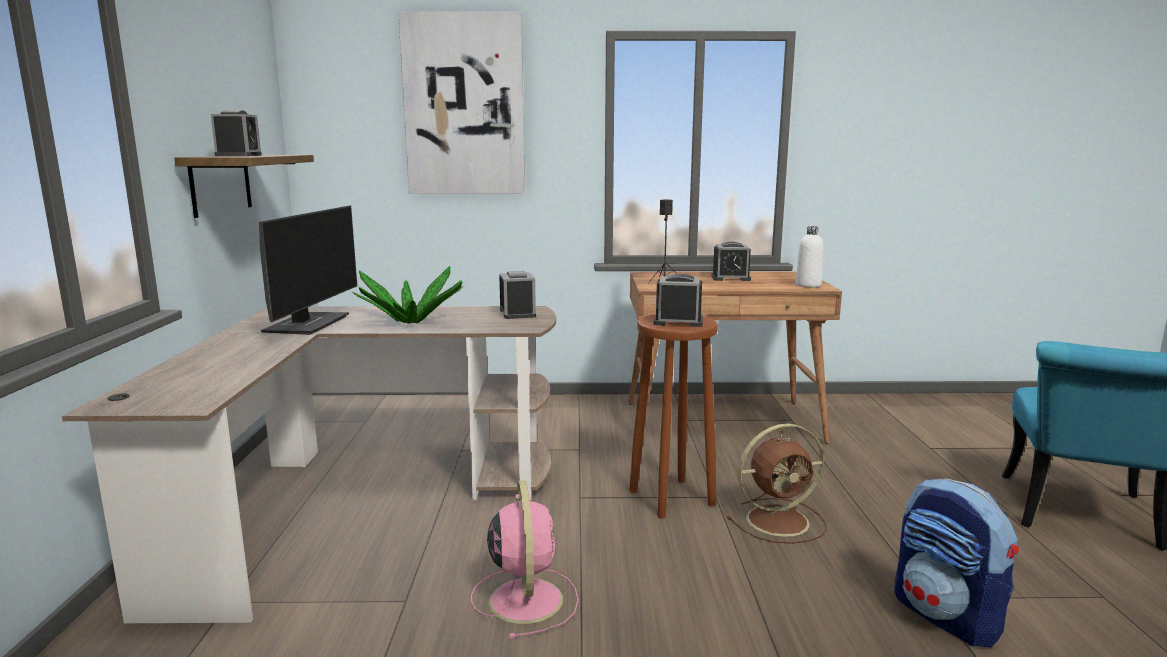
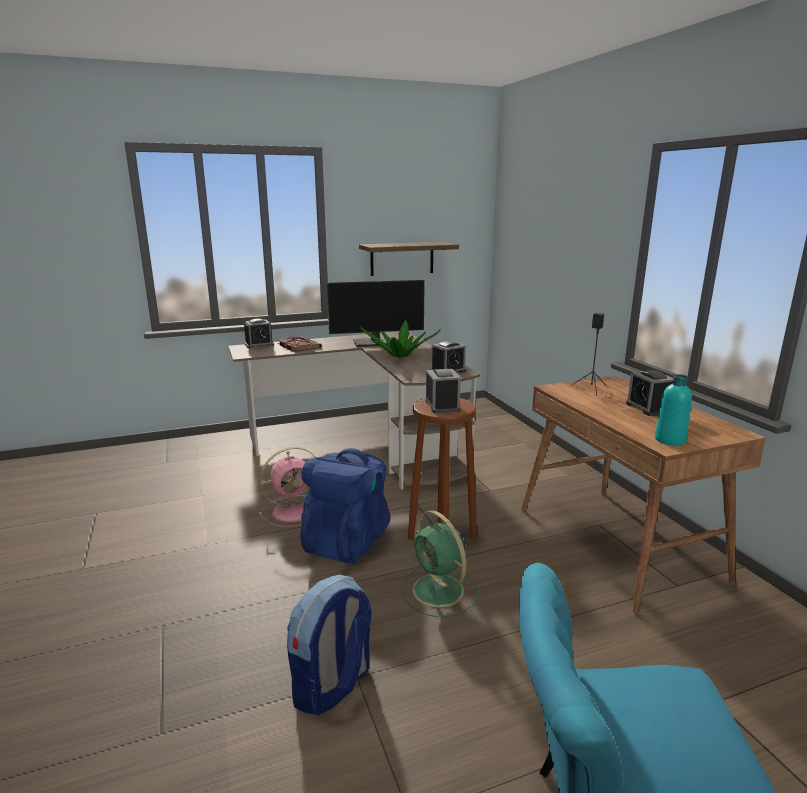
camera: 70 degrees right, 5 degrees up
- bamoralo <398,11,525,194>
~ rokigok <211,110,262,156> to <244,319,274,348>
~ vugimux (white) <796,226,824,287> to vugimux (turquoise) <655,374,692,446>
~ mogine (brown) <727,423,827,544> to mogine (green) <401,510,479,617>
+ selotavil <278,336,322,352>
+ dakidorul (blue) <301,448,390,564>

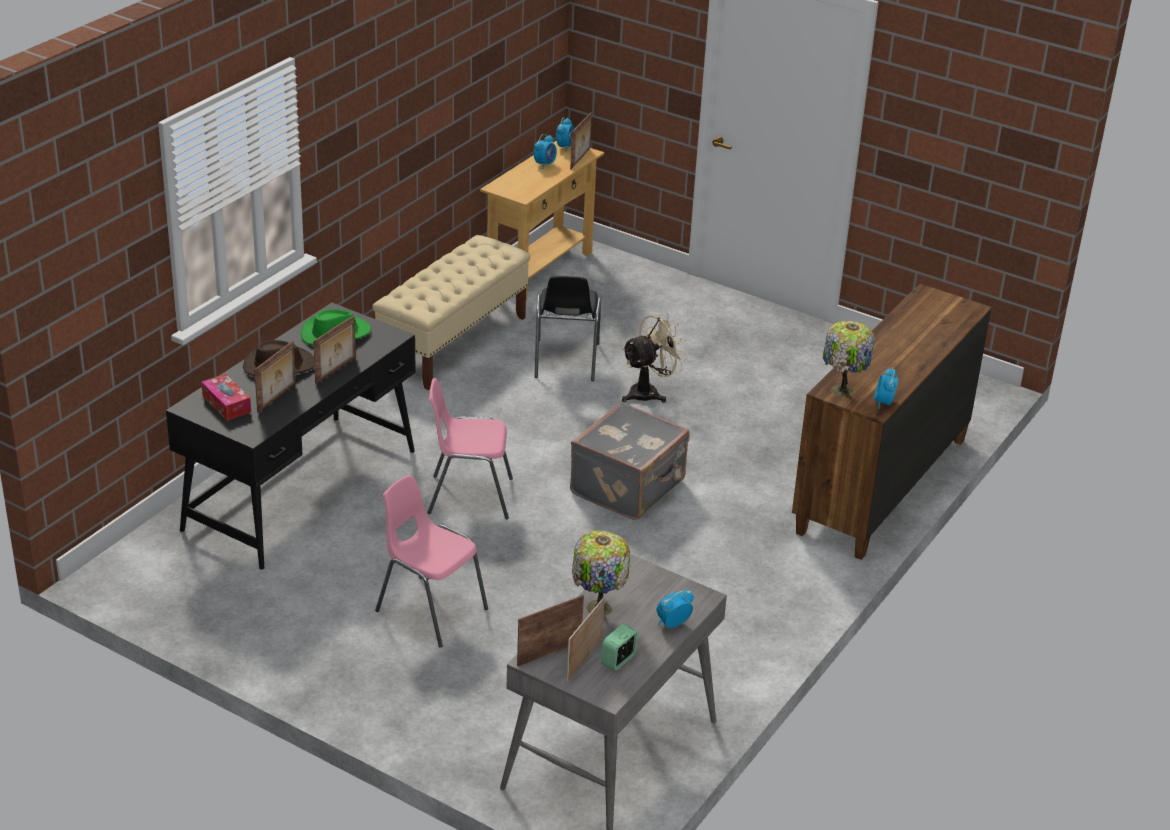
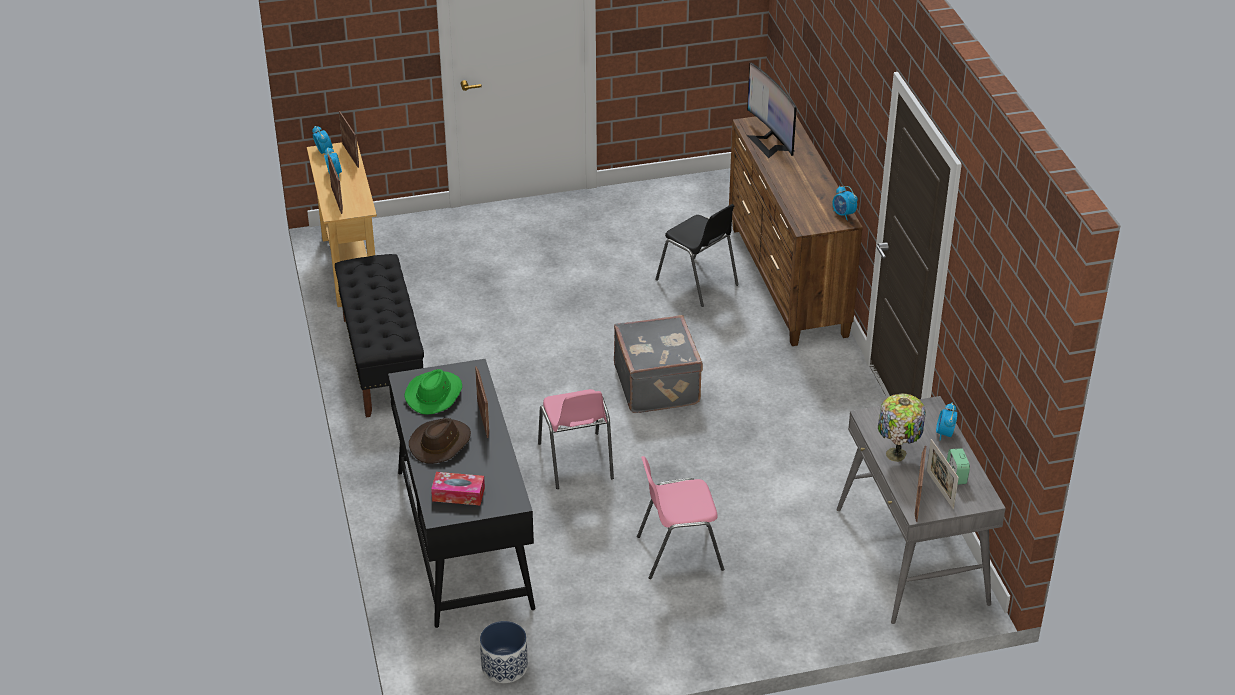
camera: 45 degrees left, 5 degrees up
~ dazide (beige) <372,235,531,390> to dazide (black) <335,254,424,417>
~ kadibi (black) <535,276,601,381> to <655,204,739,307>
- mogine (beige) <622,313,688,403>
- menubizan <823,321,875,397>
~ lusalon <254,341,296,413> to <328,154,343,214>
~ kadibi (pink) <427,378,513,519> = <538,389,614,489> 60 degrees counterclockwise
+ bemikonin <747,63,797,158>
+ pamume <480,621,528,683>

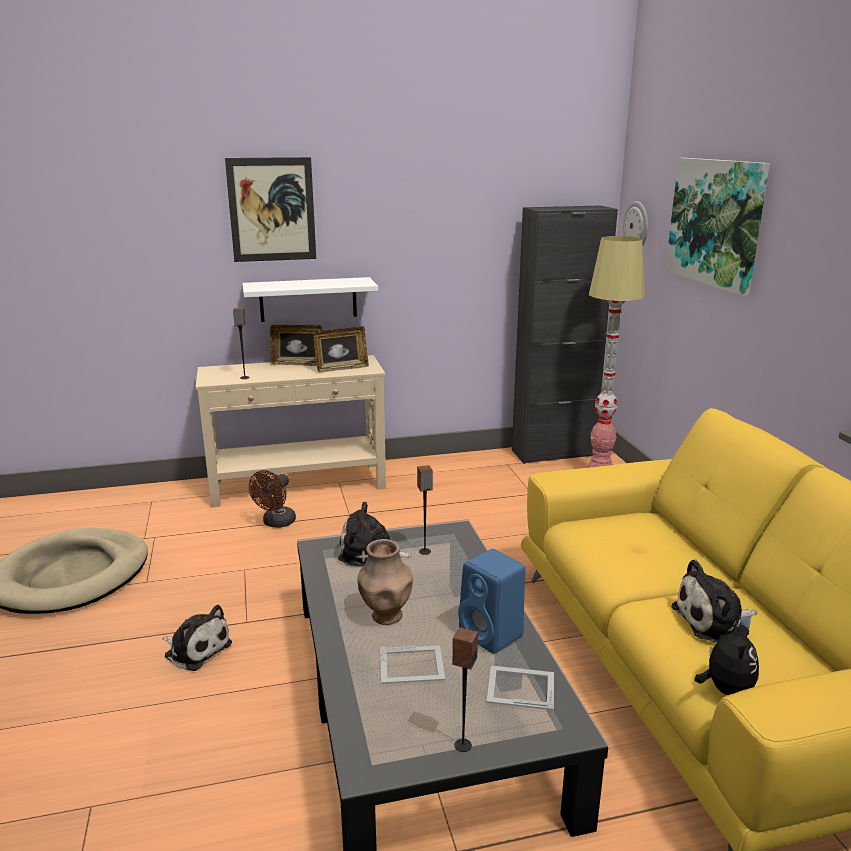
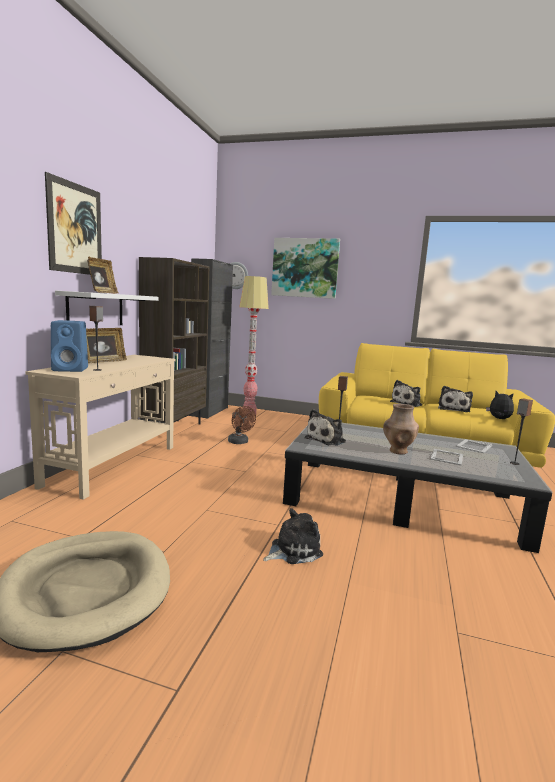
camera: 60 degrees left, 10 degrees down
~ lusalon <313,326,369,372> to <87,257,118,294>
~ mogine (brown) <249,470,296,528> to <228,406,256,444>
~ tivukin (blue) <458,549,526,654> to <51,320,88,372>
+ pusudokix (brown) <139,257,209,425>
+ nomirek <390,380,423,407>

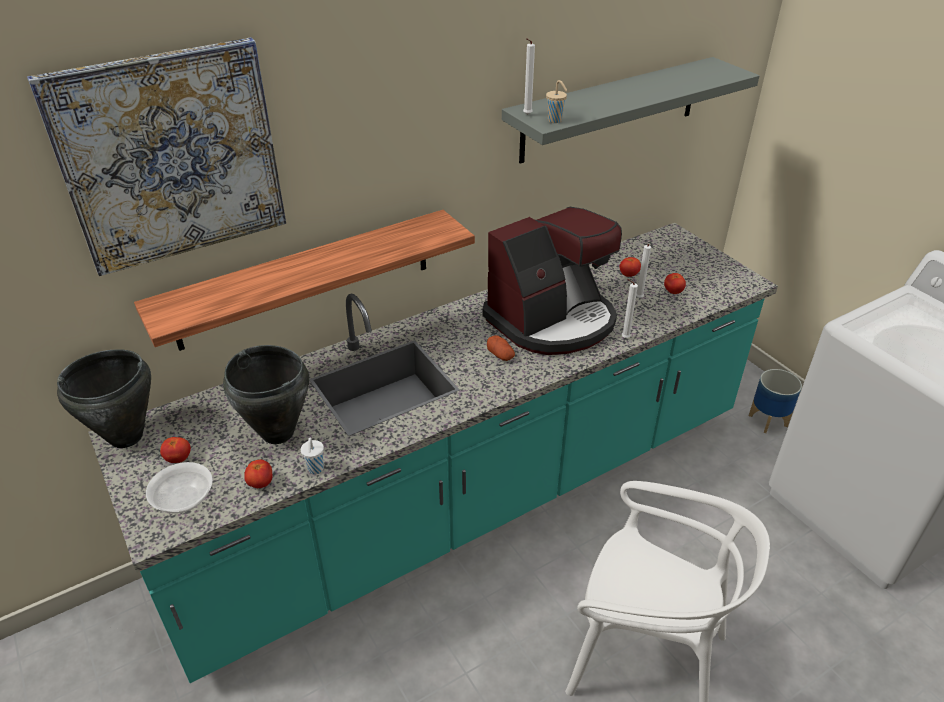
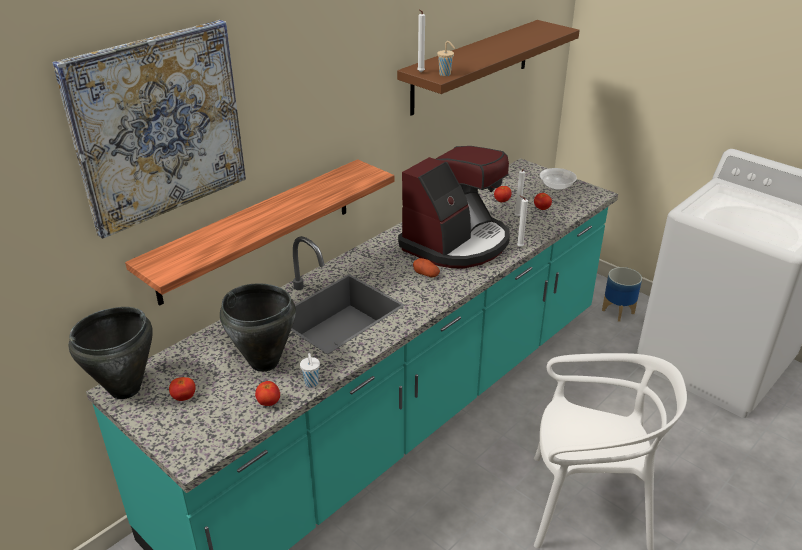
camera: 15 degrees left, 5 degrees down
~ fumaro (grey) <502,57,759,164> to fumaro (brown) <397,20,580,116>
~ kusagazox <146,462,213,514> to <539,168,577,190>

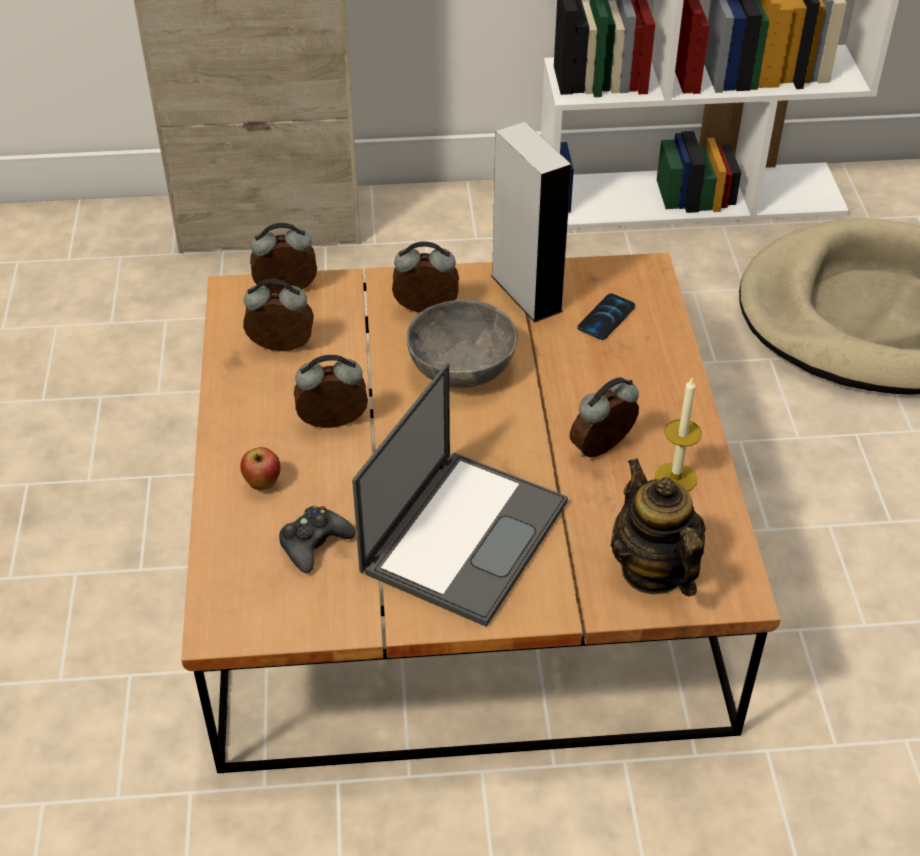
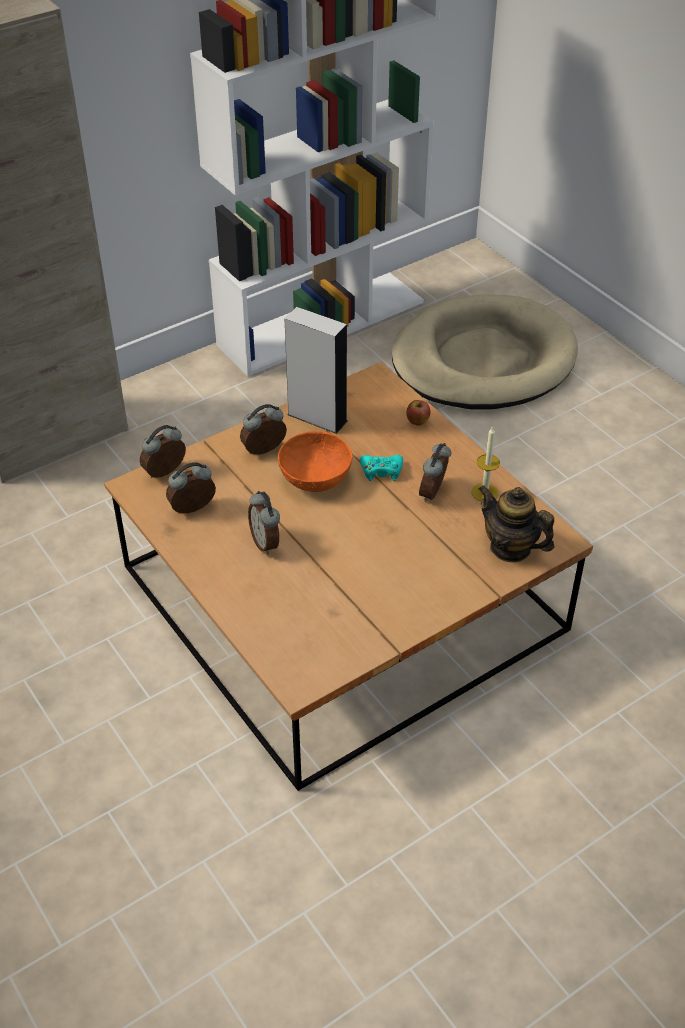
camera: 30 degrees left, 0 degrees up
- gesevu <577,293,635,340>
~ kusagazox (grey) <407,300,518,388> to kusagazox (orange) <278,431,353,492>
~ rokigok <294,355,368,428> = <248,491,280,555> 75 degrees counterclockwise
- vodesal <352,363,568,627>
~ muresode <240,447,281,490> to <406,400,430,426>
- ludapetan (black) <279,506,356,574>
+ ludapetan (turquoise) <360,455,403,481>

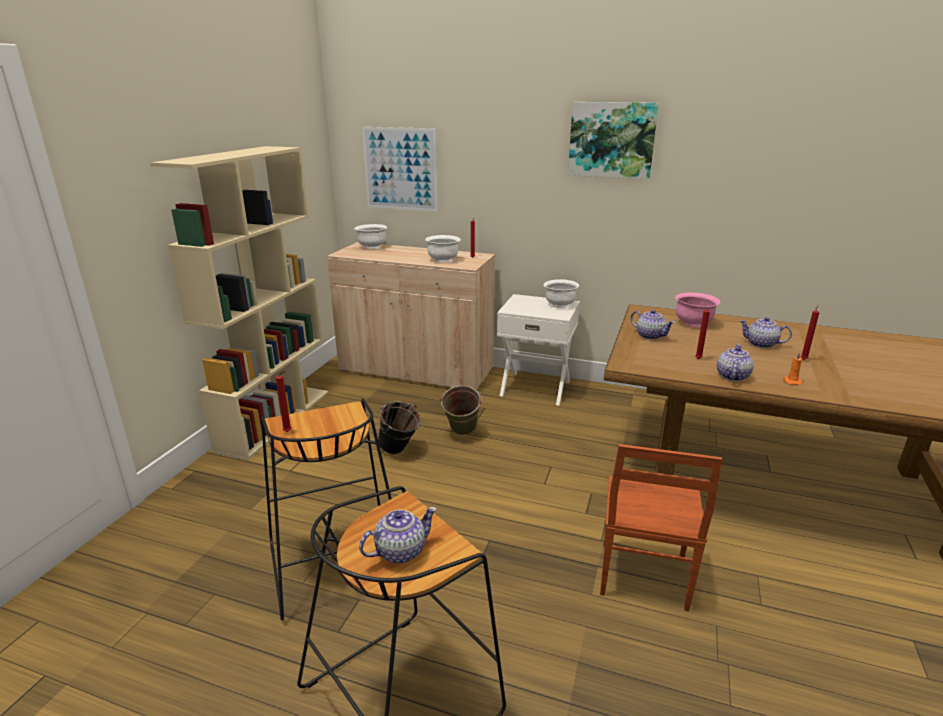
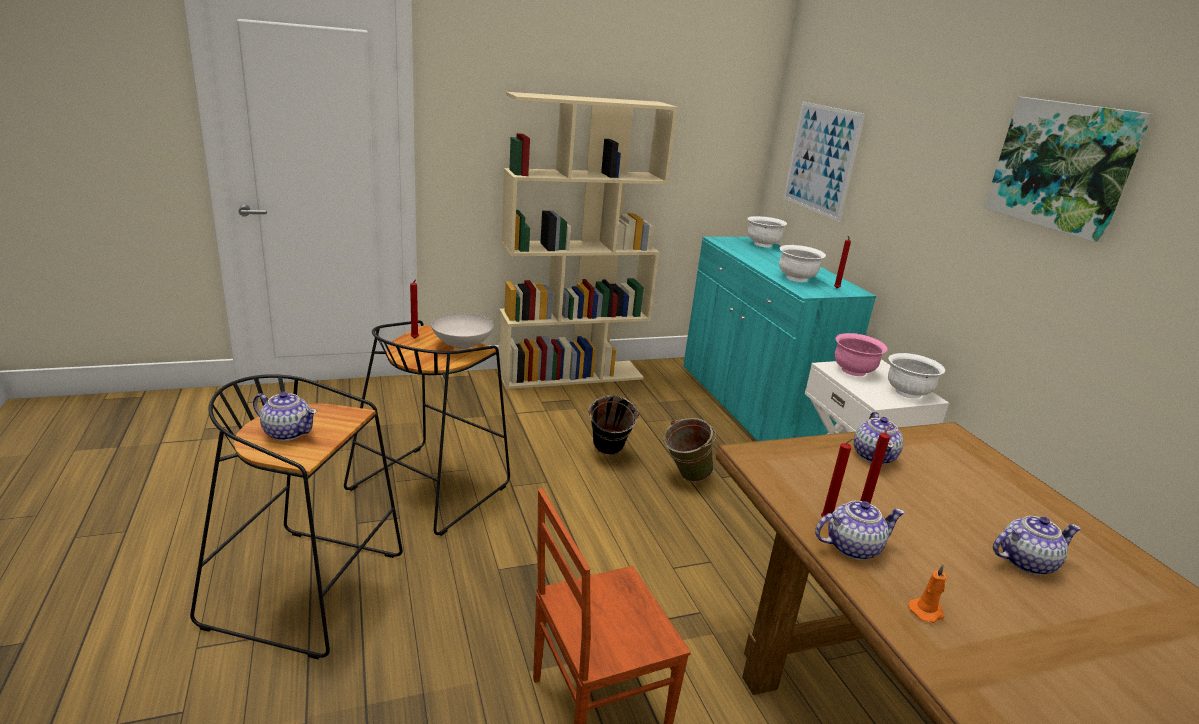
camera: 50 degrees right, 0 degrees up
~ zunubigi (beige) <327,242,495,390> to zunubigi (turquoise) <683,237,876,441>
~ kusagazox (pink) <675,292,721,327> to <835,333,888,376>
~ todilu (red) <801,304,819,360> to <821,437,859,518>
~ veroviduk <739,317,792,348> = <993,516,1081,575> 90 degrees clockwise
+ kusagazox (white) <431,313,494,349>

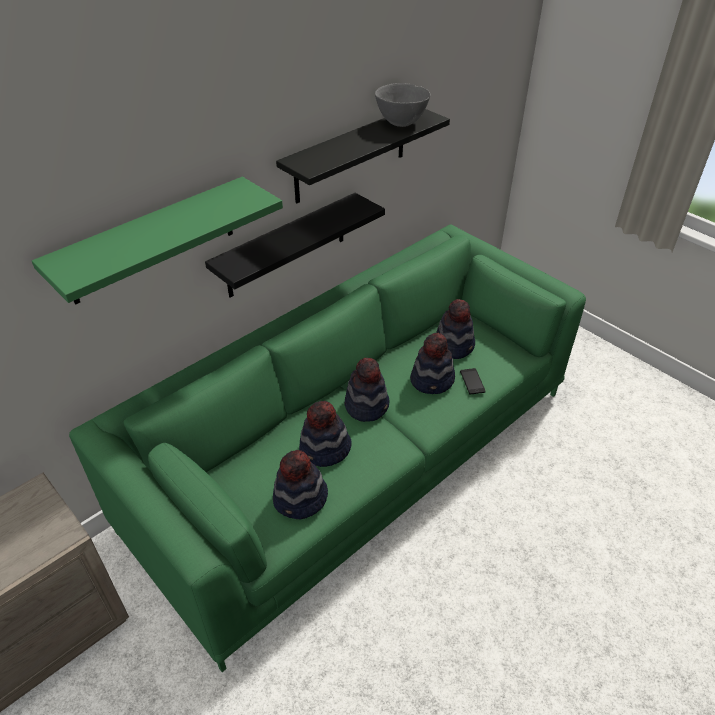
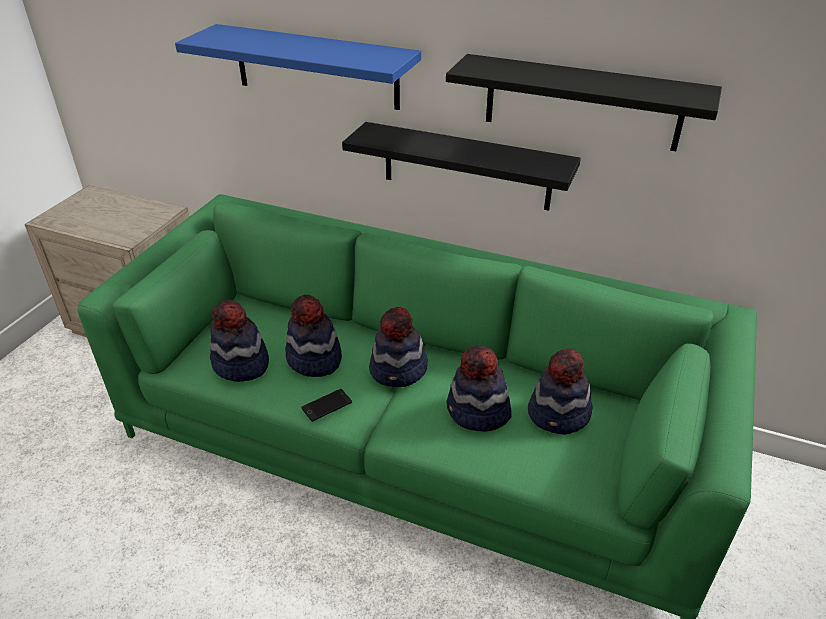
camera: 65 degrees right, 5 degrees down
- kusagazox (grey) <375,83,430,127>
~ fumaro (green) <32,177,283,304> to fumaro (blue) <175,24,421,110>
~ gesevu <460,368,486,394> to <302,389,352,422>

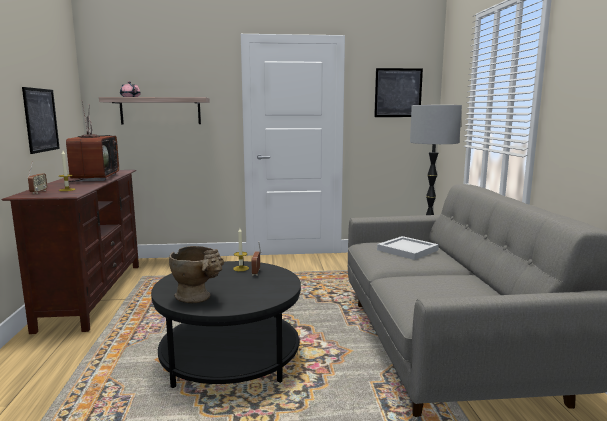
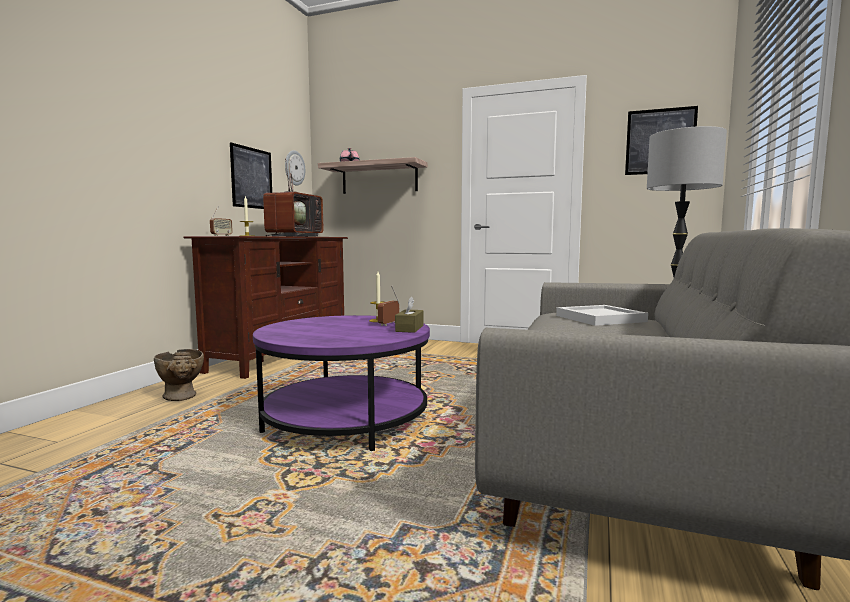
camera: 25 degrees right, 5 degrees down
~ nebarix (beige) <169,246,224,304> to <154,349,204,401>
~ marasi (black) <151,261,301,388> to marasi (purple) <253,315,430,451>
+ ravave <285,150,305,185>
+ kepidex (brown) <395,297,423,333>

